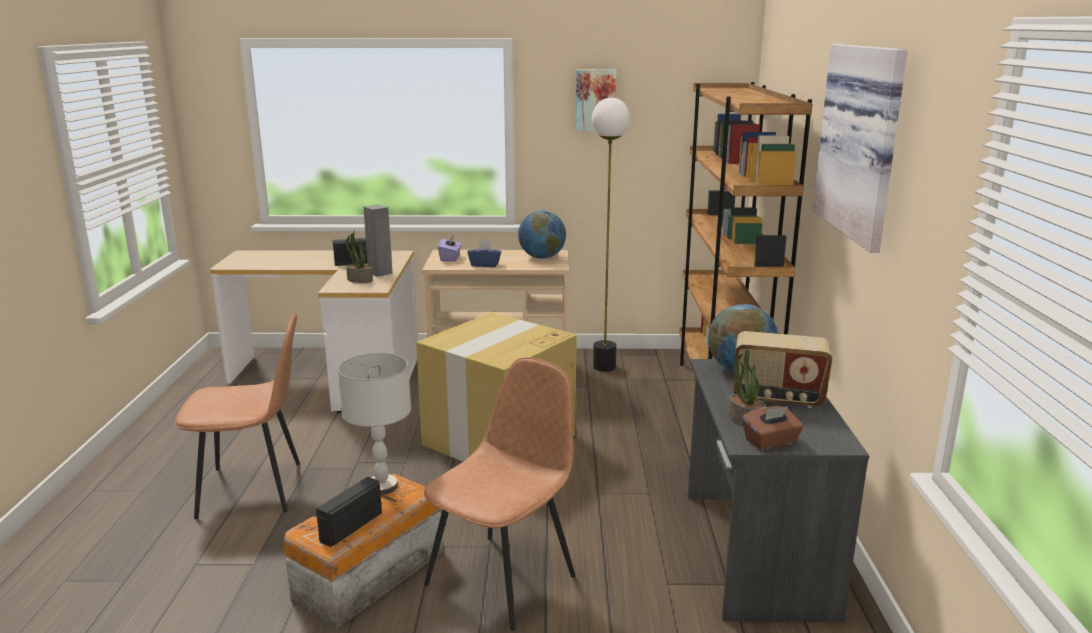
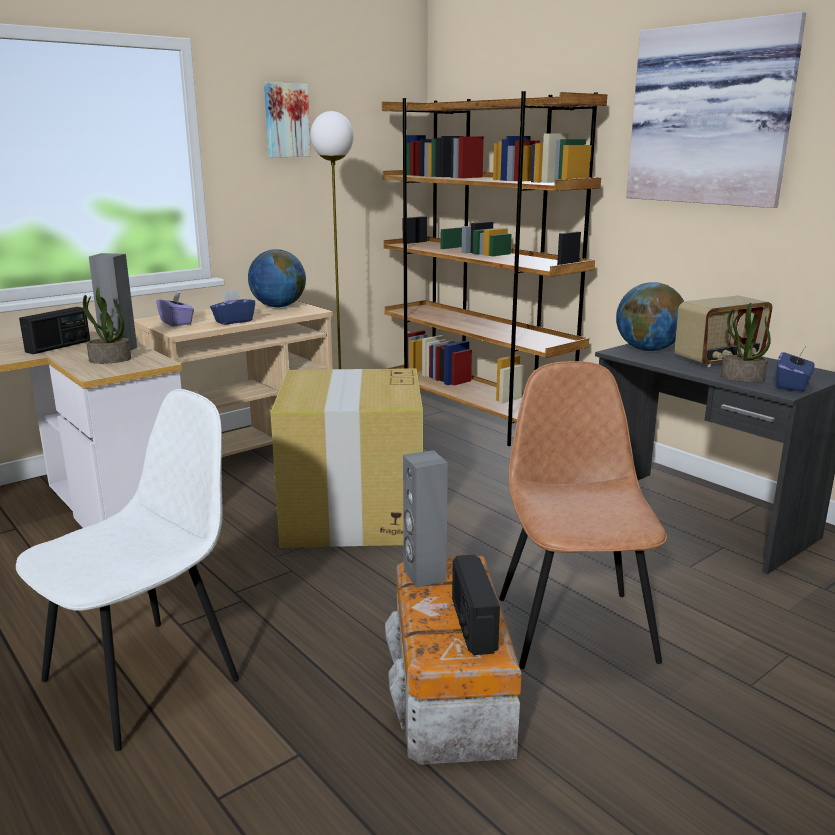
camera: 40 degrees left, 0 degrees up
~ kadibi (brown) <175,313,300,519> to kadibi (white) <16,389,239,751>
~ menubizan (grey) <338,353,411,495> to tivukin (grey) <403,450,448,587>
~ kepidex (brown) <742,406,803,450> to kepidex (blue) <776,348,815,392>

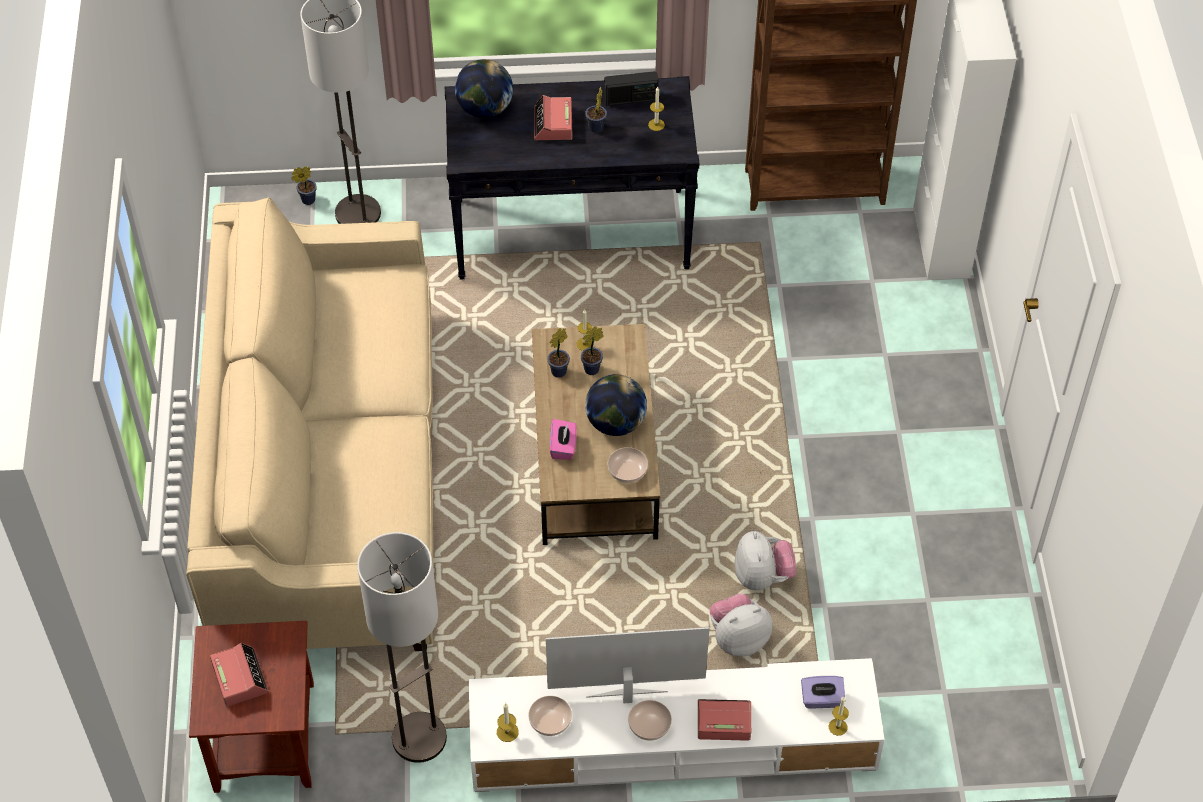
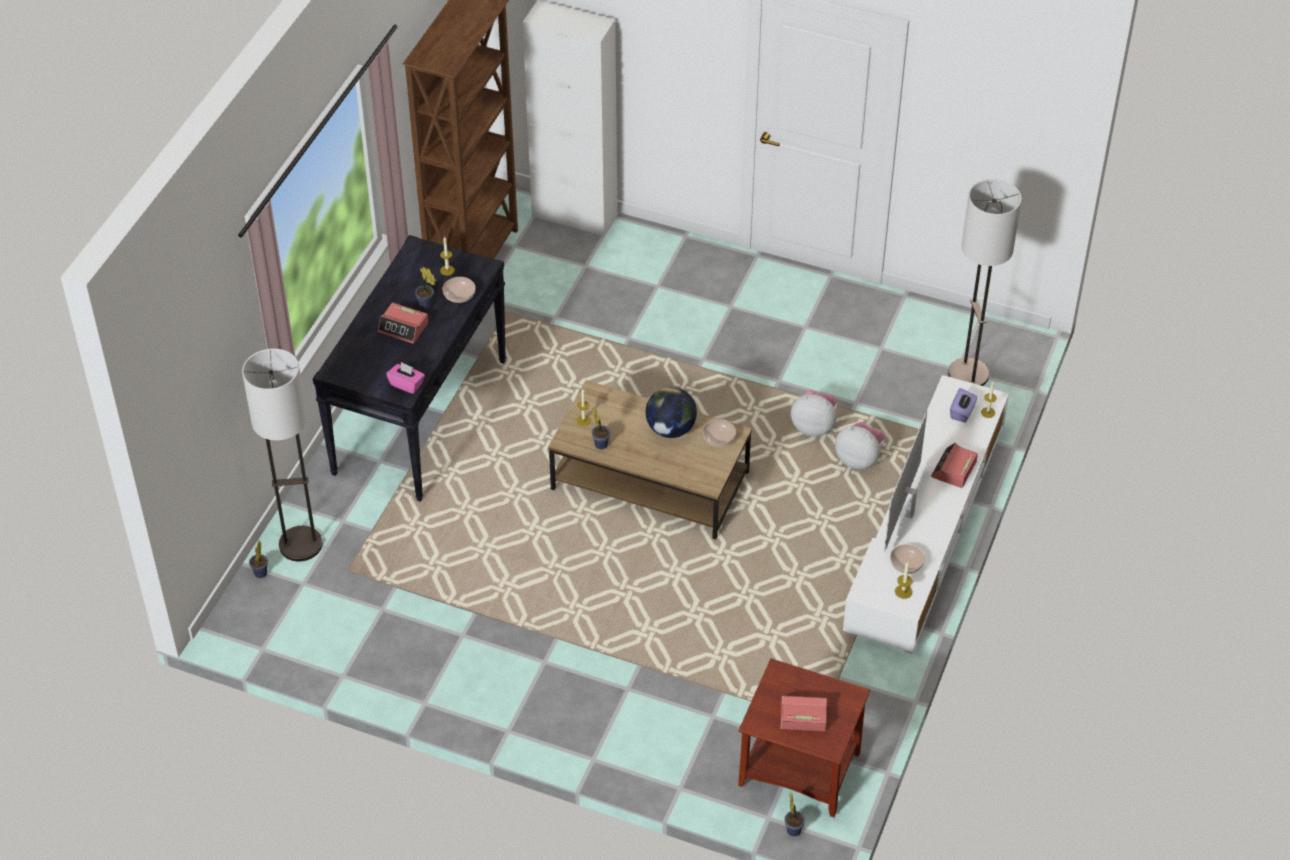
camera: 65 degrees left, 5 degrees down
- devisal <455,59,513,118>
- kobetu <604,71,659,106>
- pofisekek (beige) <186,197,434,651>
~ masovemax <581,326,604,375> to <784,792,805,837>
~ kepidex (pink) <550,419,577,460> to <386,362,425,394>
~ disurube <357,532,447,763> to <948,179,1022,386>
~ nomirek <710,593,773,657> = <835,422,885,469> 120 degrees clockwise
~ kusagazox <628,700,672,741> to <443,277,476,303>

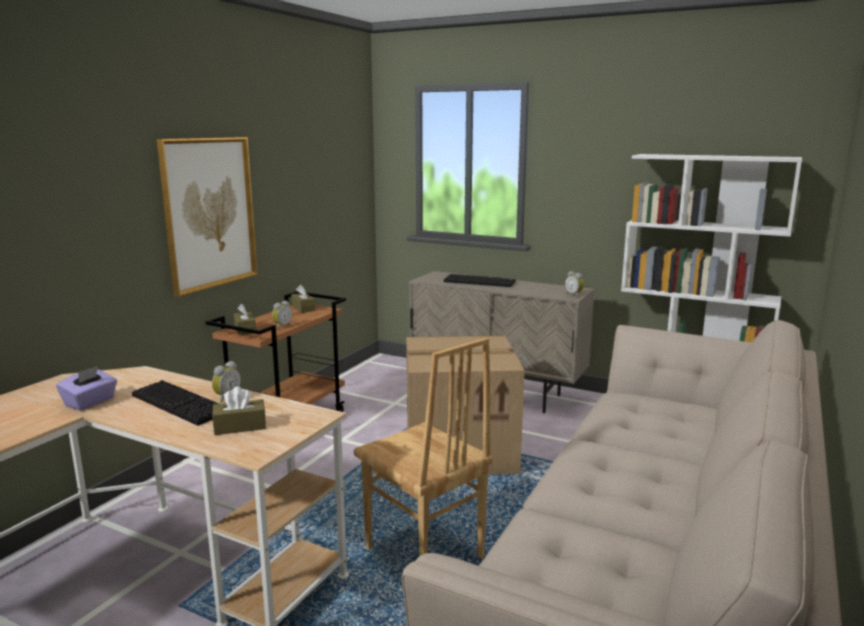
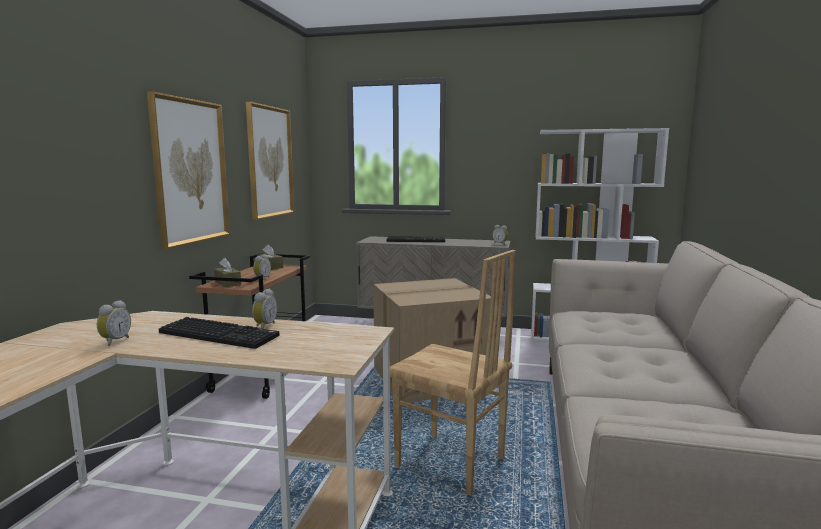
camera: 15 degrees left, 5 degrees down
~ kepidex (purple) <56,366,117,410> to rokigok <97,300,131,346>
- kepidex (brown) <212,387,266,435>
+ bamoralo <246,102,294,220>

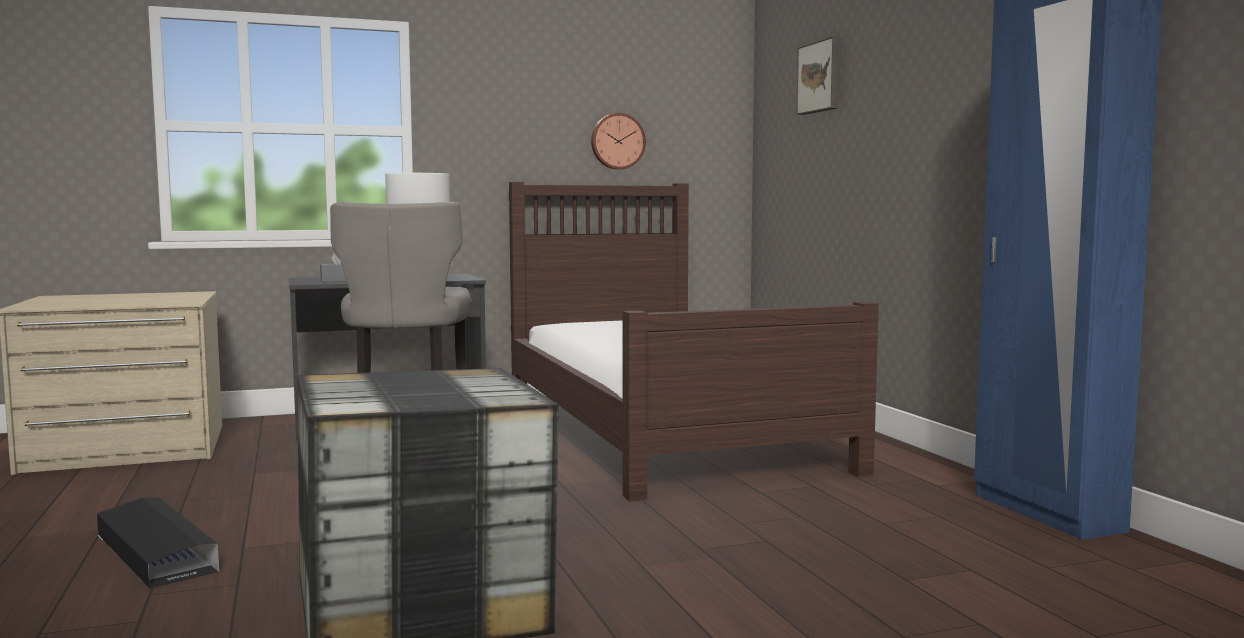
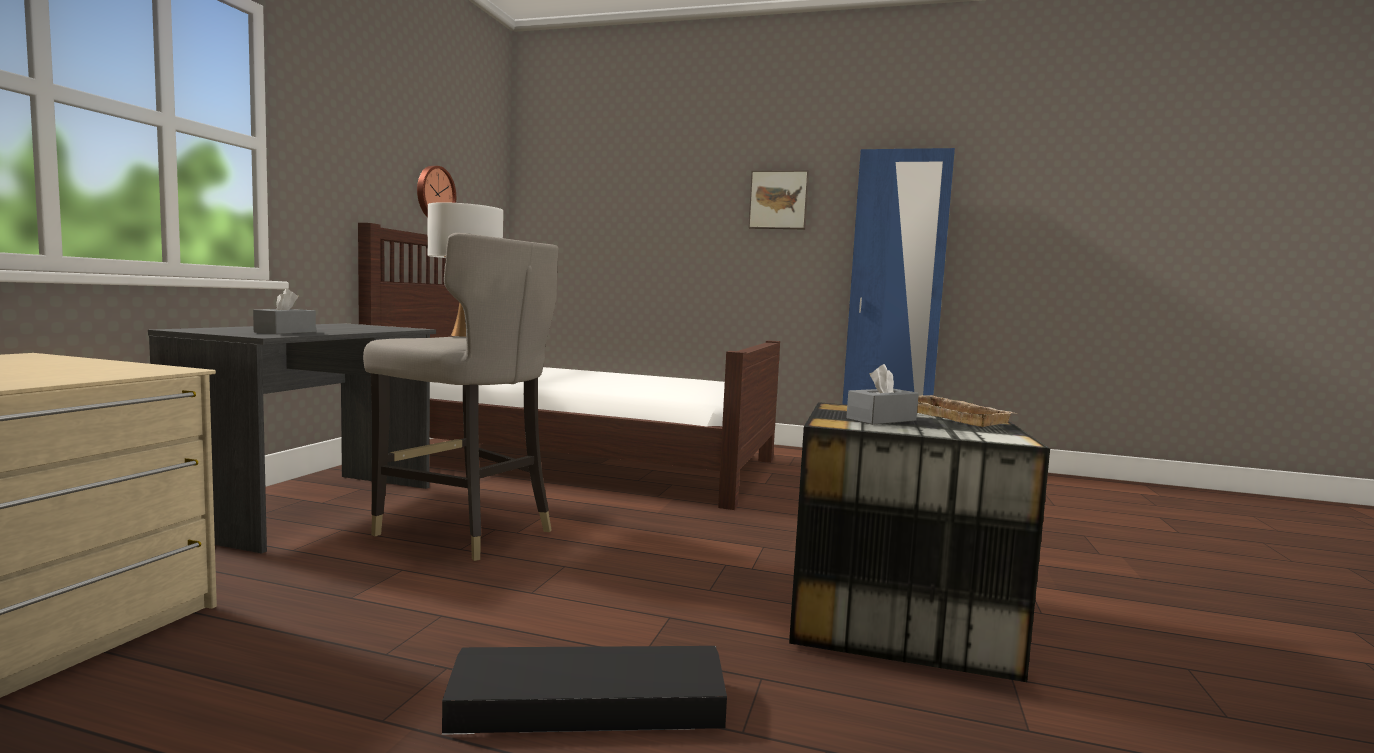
camera: 55 degrees left, 0 degrees up
~ bamoralo <796,36,841,115> to <748,170,809,230>
+ kepidex (grey) <846,364,919,425>
+ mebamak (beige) <917,395,1017,427>

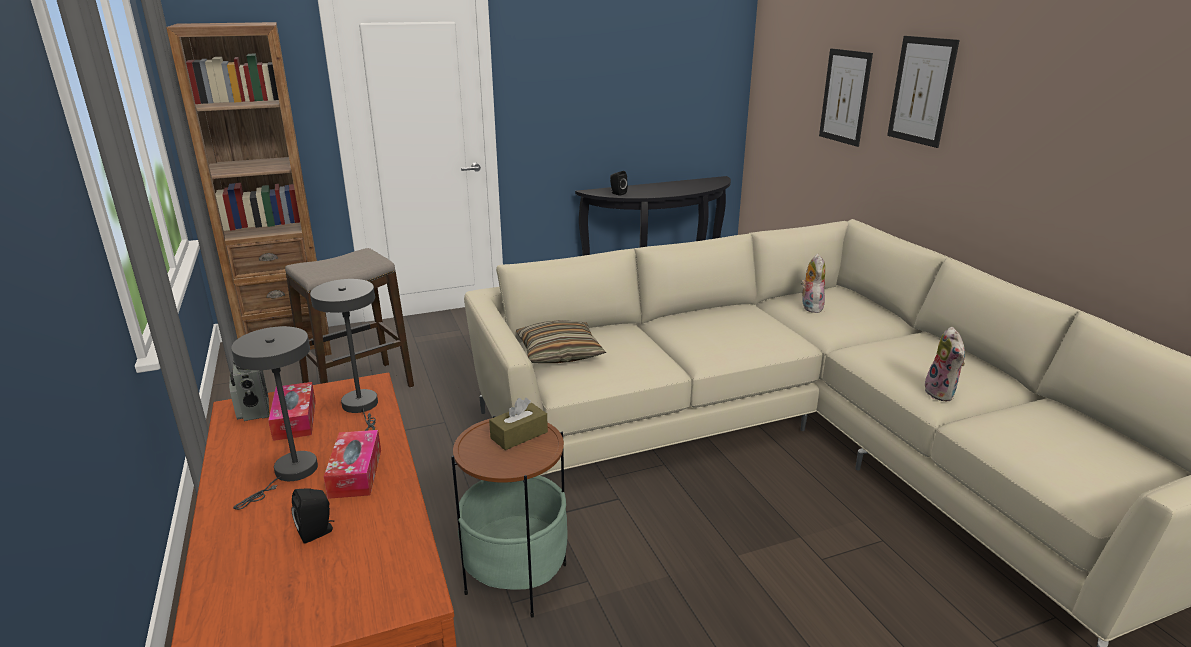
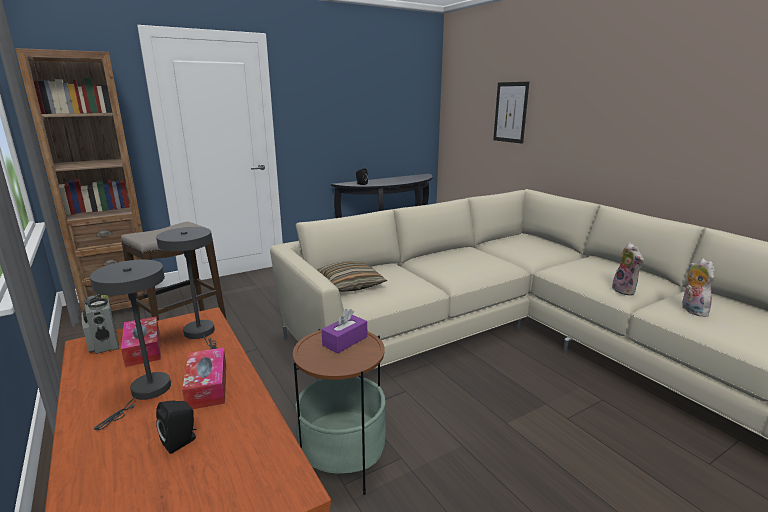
camera: 10 degrees left, 5 degrees down
- bamoralo <887,36,960,148>
~ nomirek <801,253,825,313> to <682,258,715,317>
~ kepidex (brown) <489,398,548,450> to kepidex (purple) <322,309,367,353>

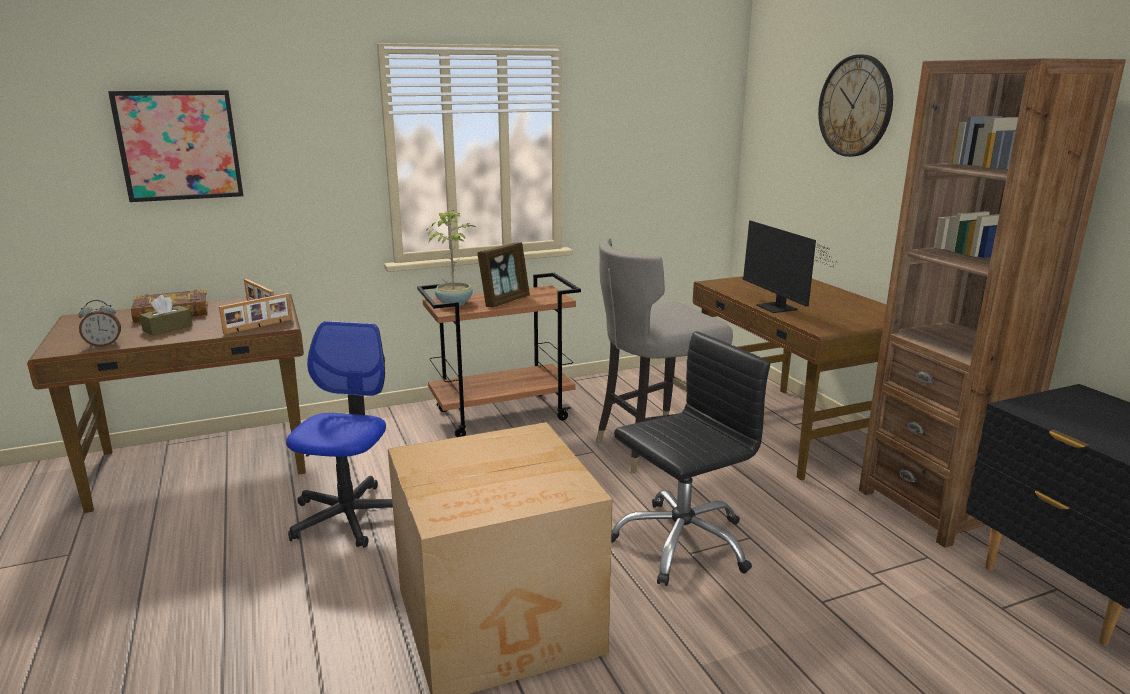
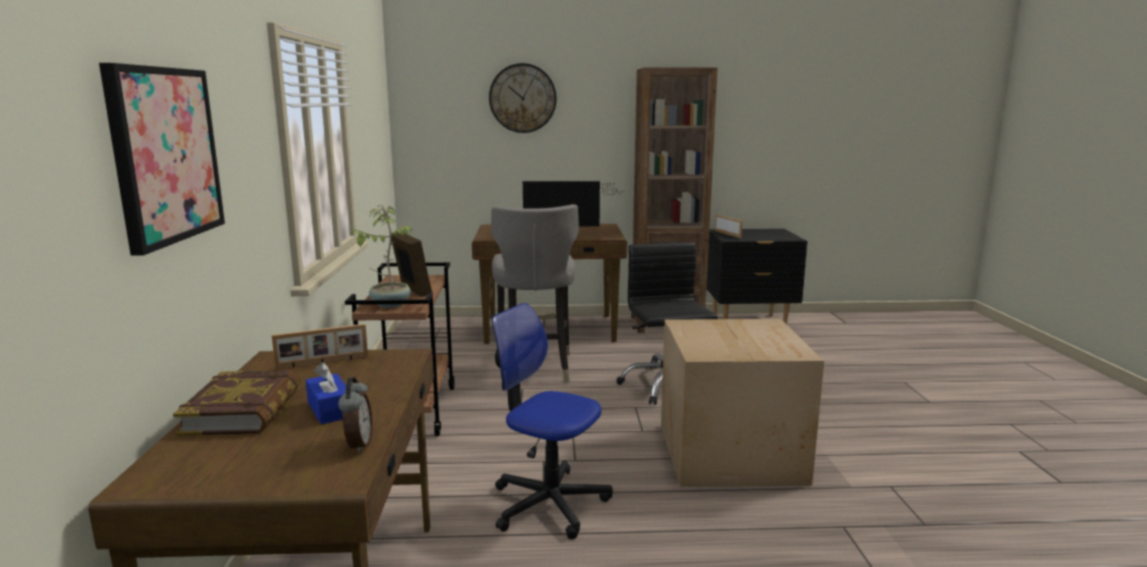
camera: 70 degrees left, 5 degrees down
~ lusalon <219,293,293,335> to <715,215,743,238>
~ kepidex (brown) <140,295,193,335> to kepidex (blue) <306,362,346,424>

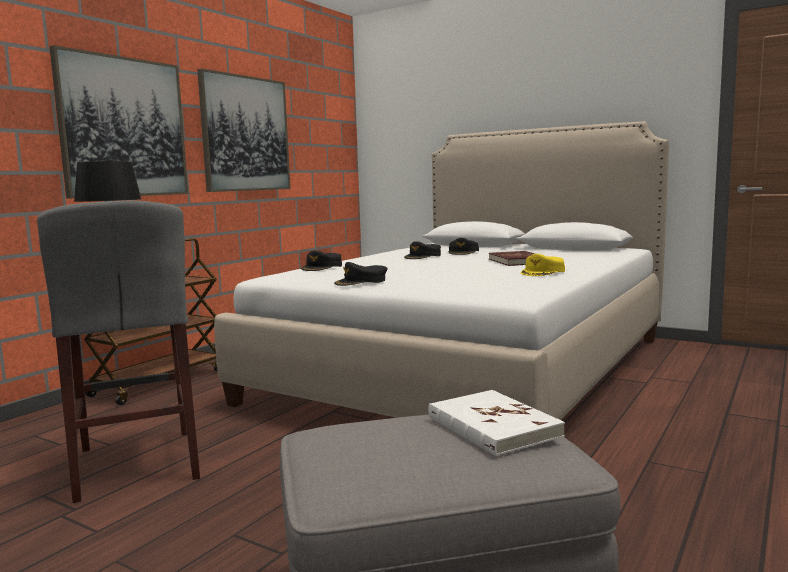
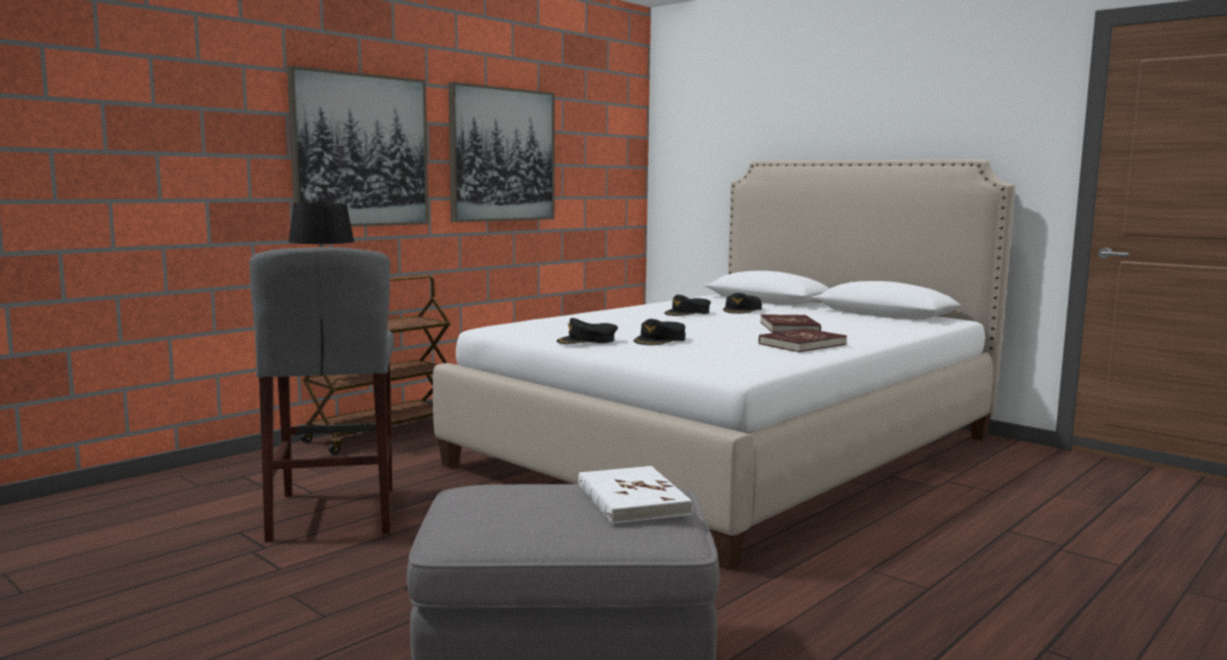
camera: 10 degrees right, 0 degrees up
~ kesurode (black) <301,250,342,271> to <634,319,685,345>
~ kesurode (yellow) <521,254,565,276> to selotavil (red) <758,328,847,352>

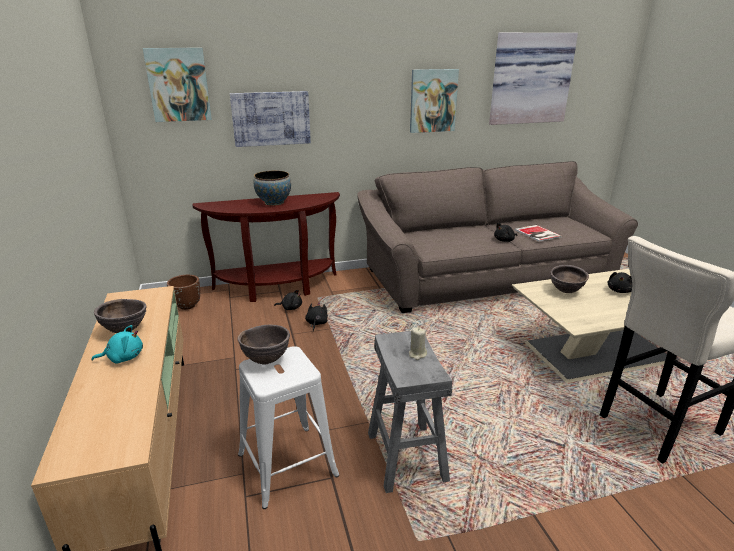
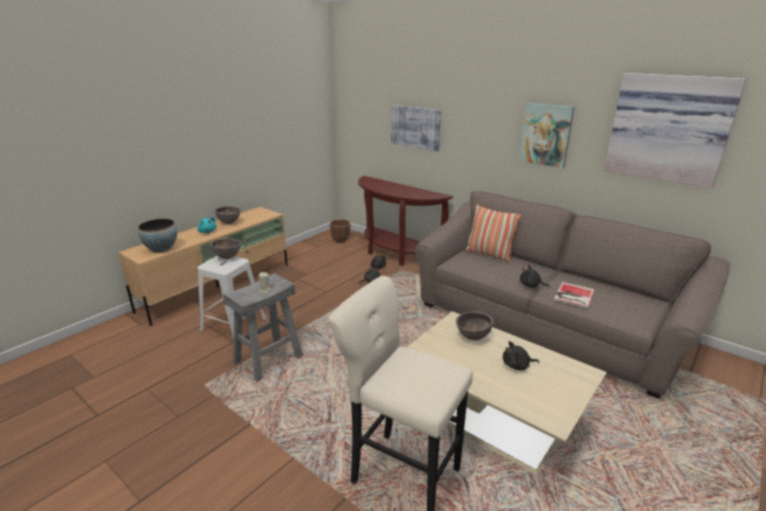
camera: 55 degrees right, 0 degrees up
- bamoralo <143,48,212,122>
~ kusagazox <254,171,291,206> to <138,219,177,253>
+ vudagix <465,204,522,262>

